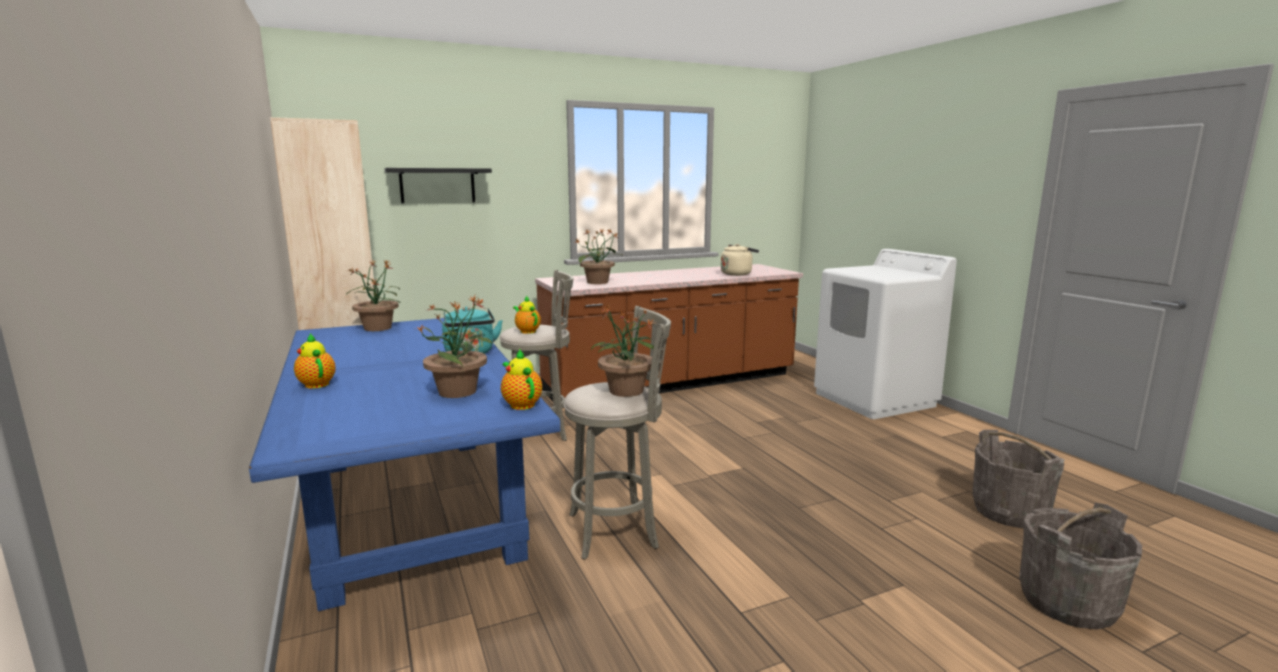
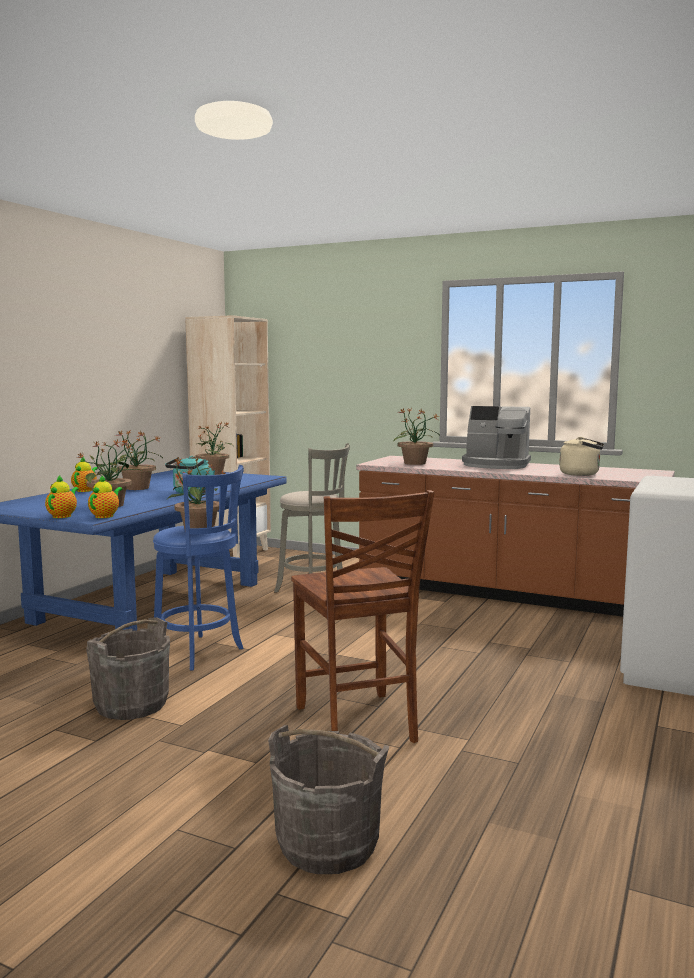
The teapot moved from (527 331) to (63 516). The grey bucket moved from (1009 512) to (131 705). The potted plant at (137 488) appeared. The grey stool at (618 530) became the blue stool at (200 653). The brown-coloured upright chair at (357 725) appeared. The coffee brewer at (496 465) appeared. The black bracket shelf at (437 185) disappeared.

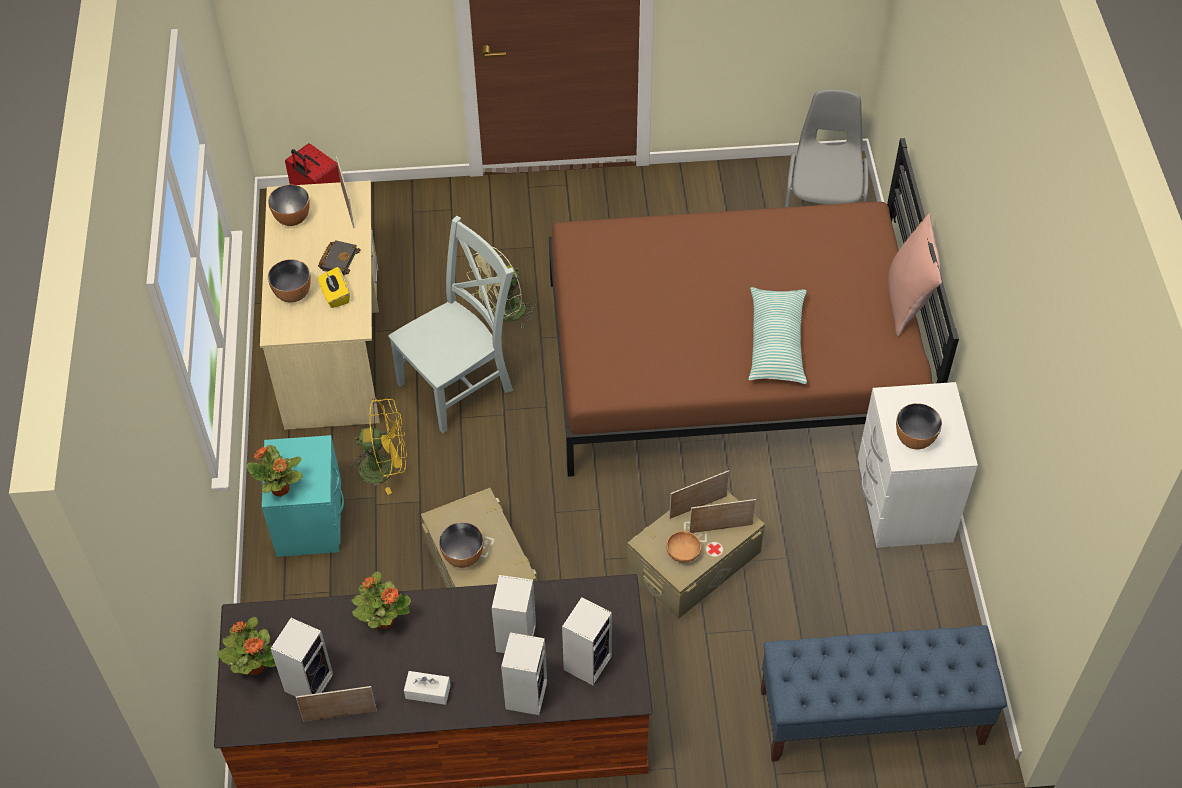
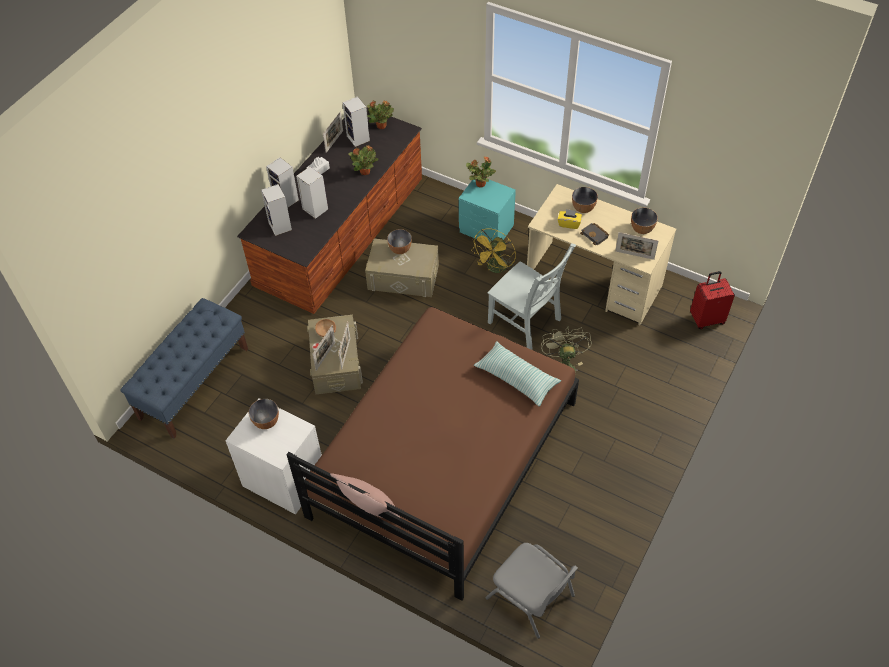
The pillow moved from (776 343) to (516 378). The grey upright chair at (459 384) turned 45 degrees counterclockwise.

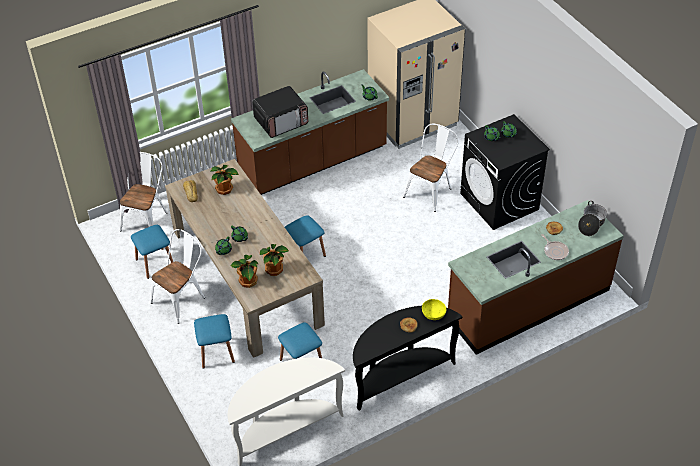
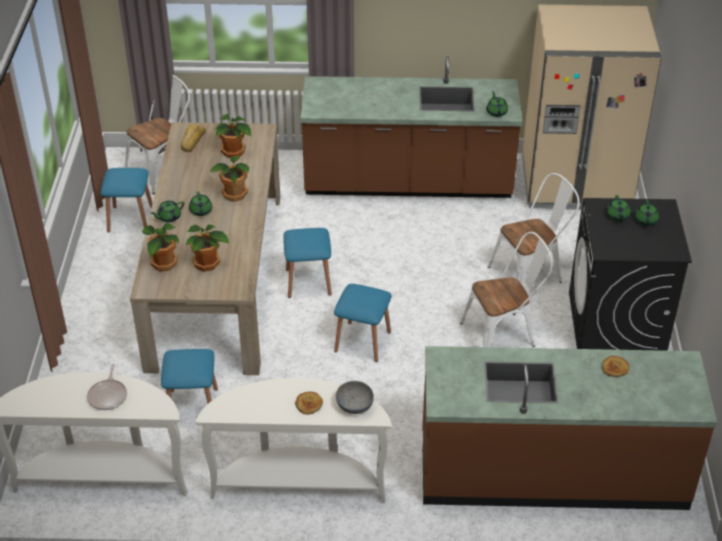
The pan moved from (555 251) to (108 395). The black narrow table at (399 376) became the white narrow table at (299 482). The potted plant at (234 194) appeared. The blue stool moved from (216 352) to (362 341). The yellow deep dish at (433 314) became the grey deep dish at (354 405). The white upright chair moved from (182 298) to (504 334). The kitchen microwave at (281 121) disappeared. The saucepot at (591 224) disappeared.

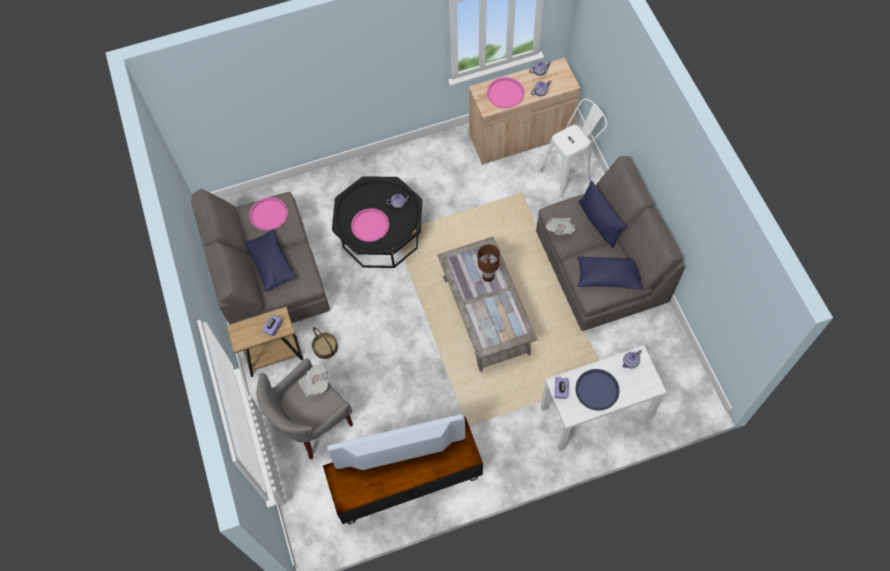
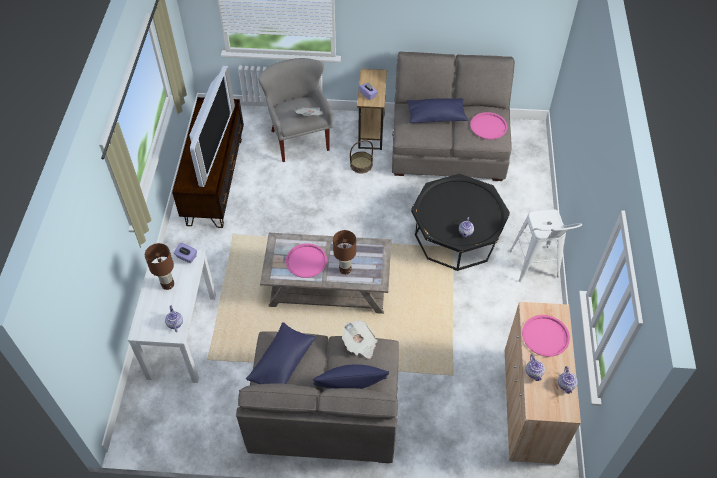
The blue carrying tray at (597 390) was replaced by the brown-coloured lamp for a table at (168 284). The pink-coloured carrying tray moved from (370 225) to (306 261). The white stool moved from (569 174) to (535 269).

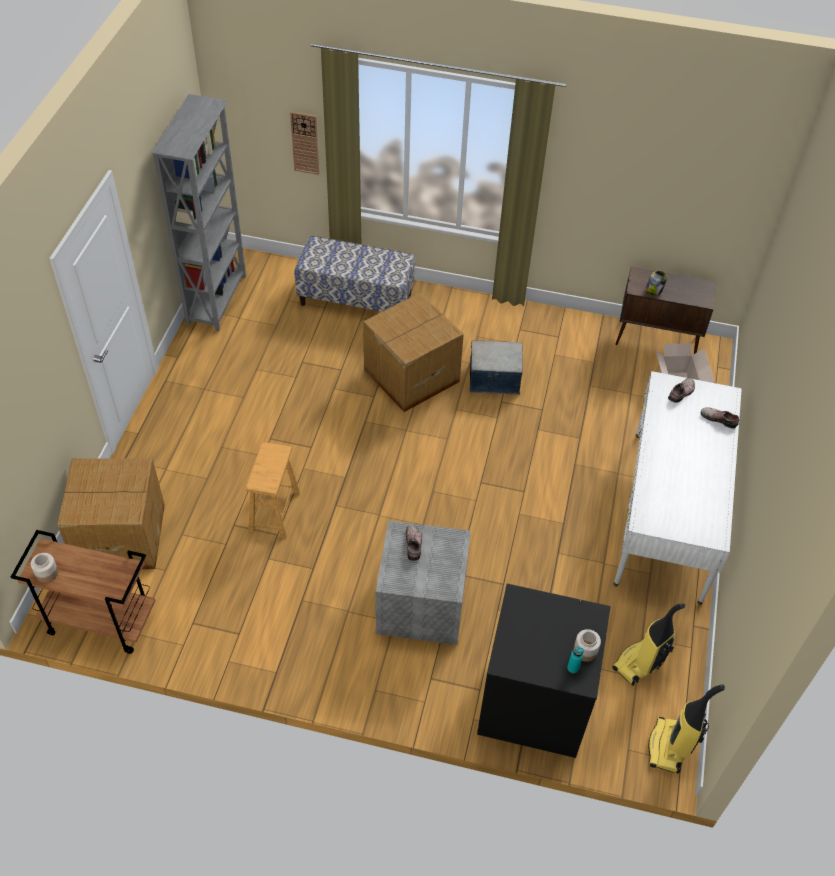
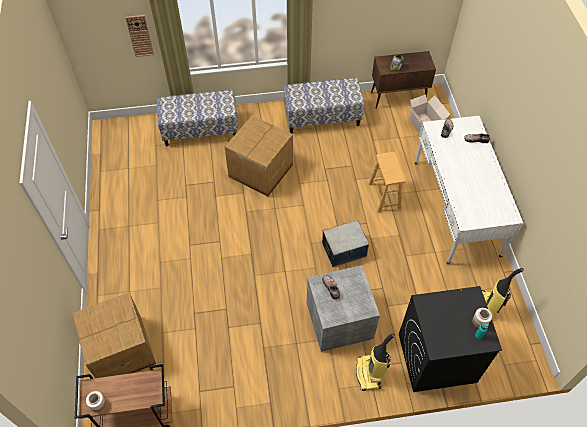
The indoor bench at (322 118) appeared. The storage bin moved from (494 379) to (344 250). The hoover moved from (669 747) to (369 373). The brown-coloured stool moved from (274 511) to (384 196). The grey bookcase at (218 299) disappeared.

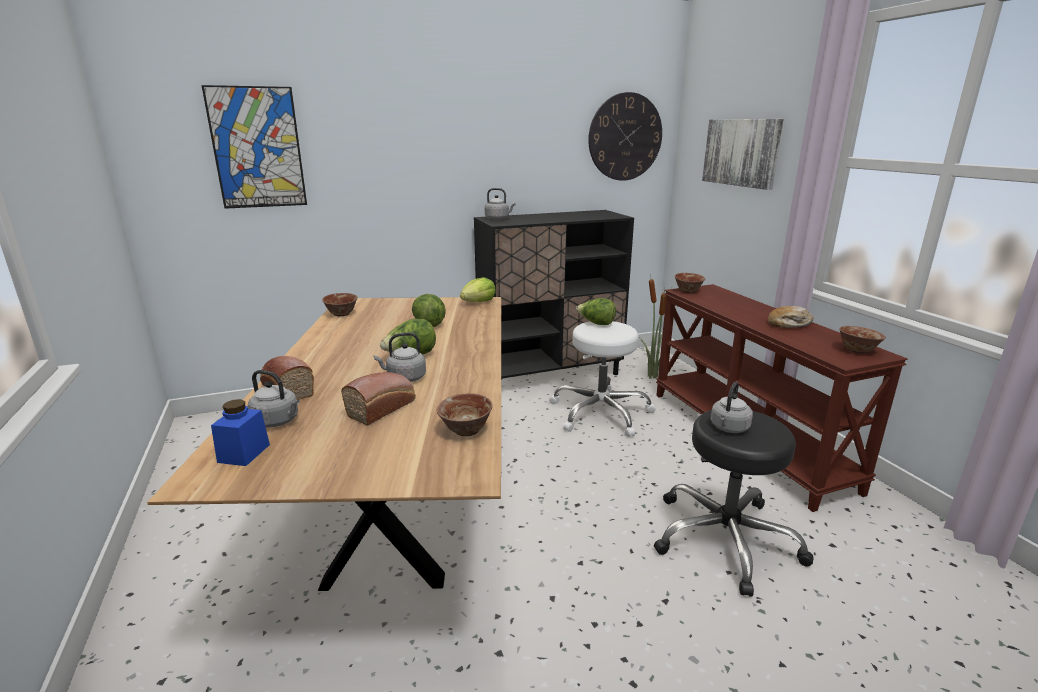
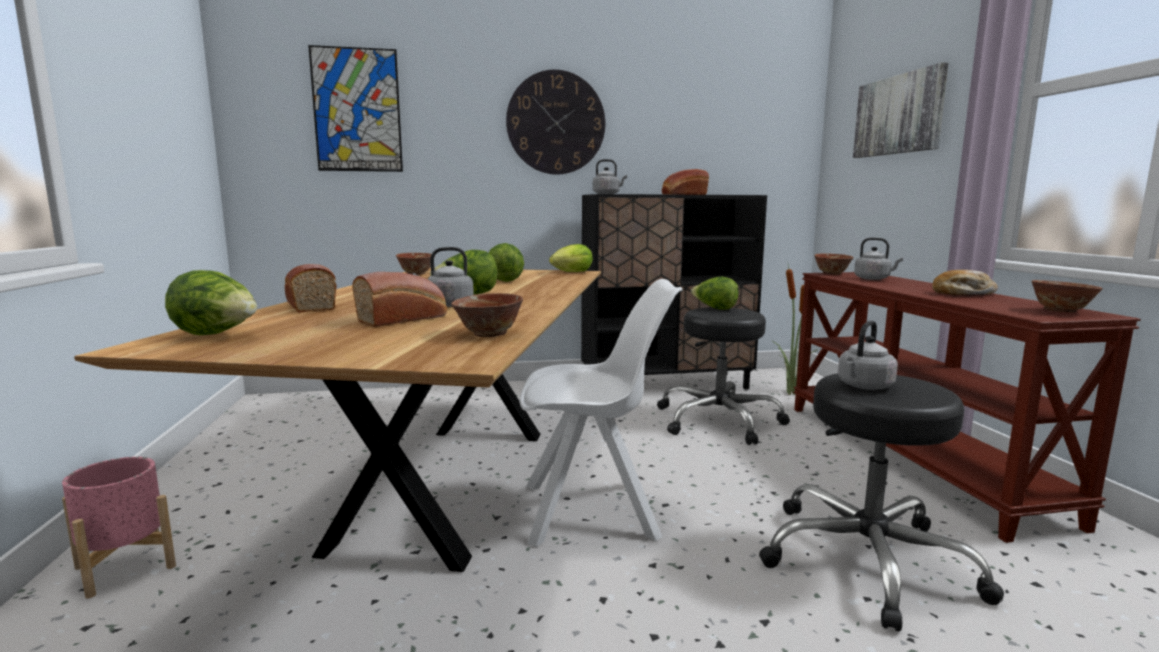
The pink-coloured planter at (125 566) appeared. The blue jar at (244 453) was replaced by the lettuce at (217 335). The wall clock moved from (625 137) to (556 123). The white upright chair at (594 511) appeared. The white stool at (601 413) became the black stool at (719 421). The baked bread at (683 194) appeared. The grey water kettle moved from (278 421) to (874 279).

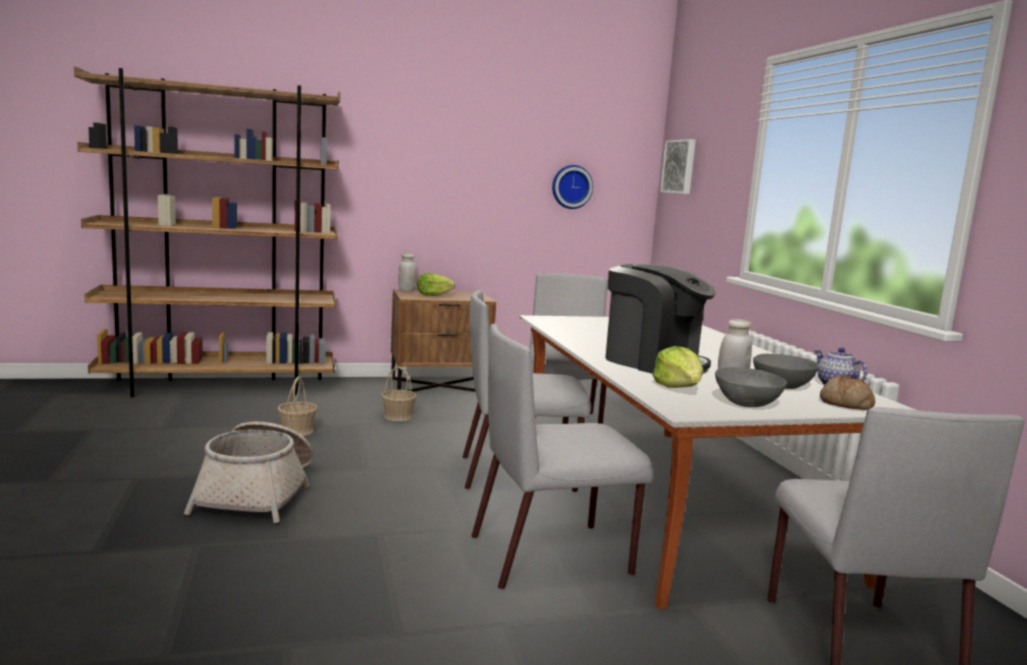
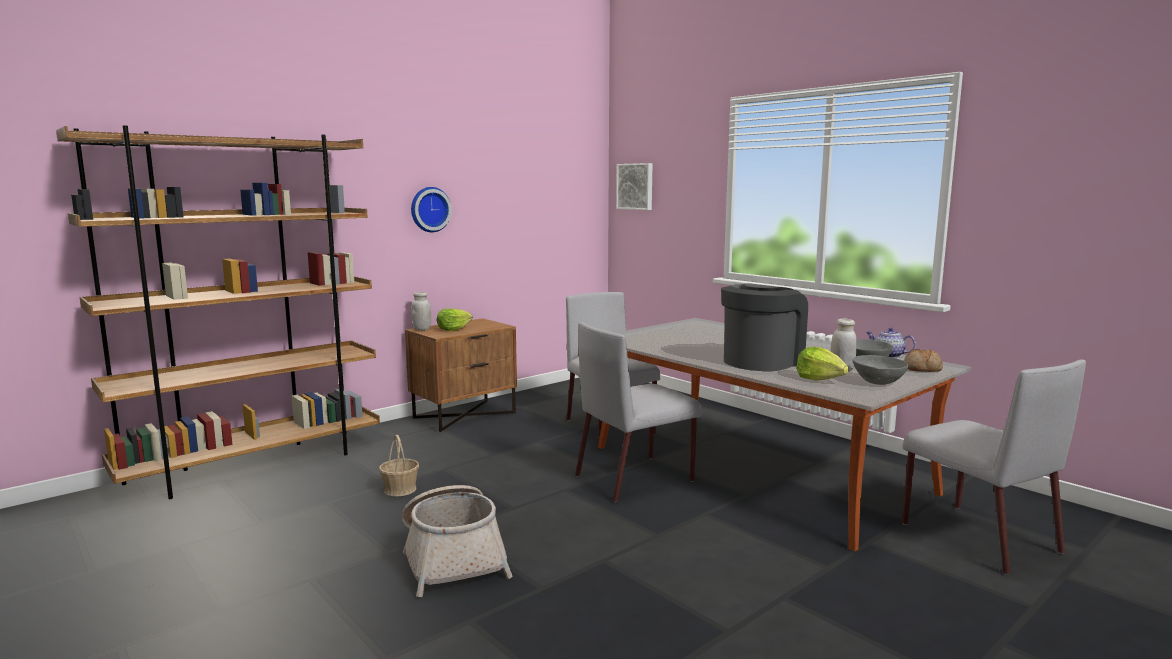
The wall clock moved from (571 187) to (429 209). The coffee brewer at (653 362) turned 60 degrees counterclockwise. The basket at (398 416) disappeared. The grey upright chair at (553 555) disappeared.

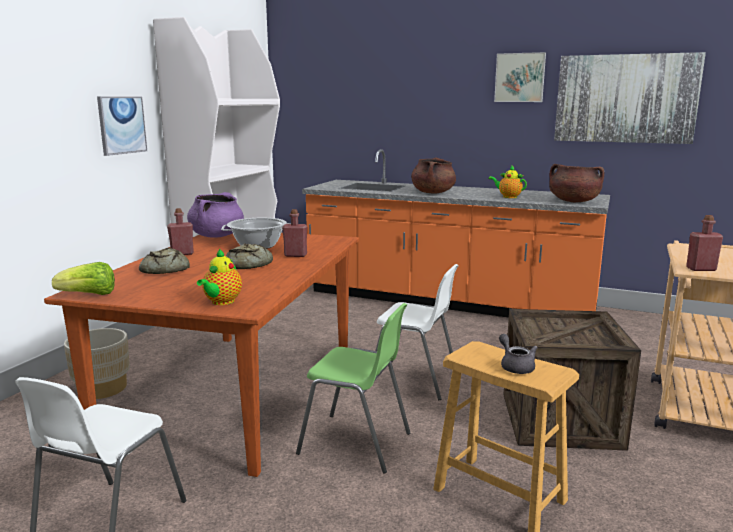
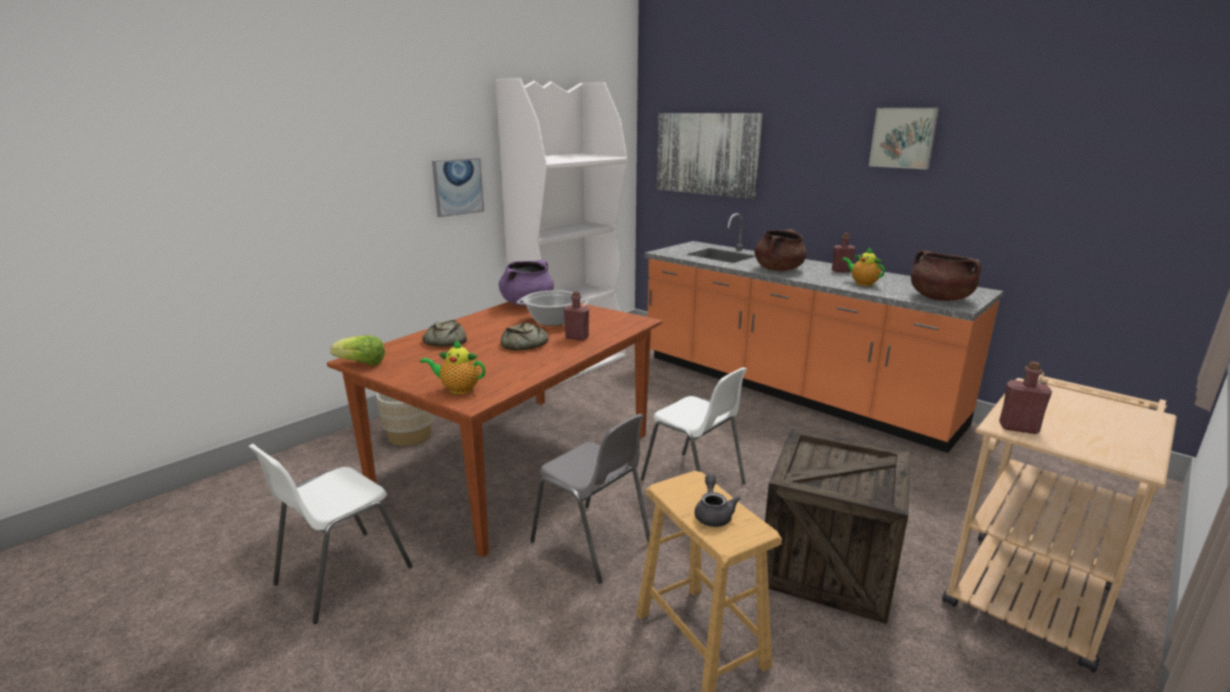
The teapot at (221 302) turned 60 degrees clockwise. The green-coloured upright chair at (356 443) became the grey upright chair at (592 543). The wall art moved from (625 99) to (706 154). The reddish beverage bottle moved from (182 254) to (841 271).

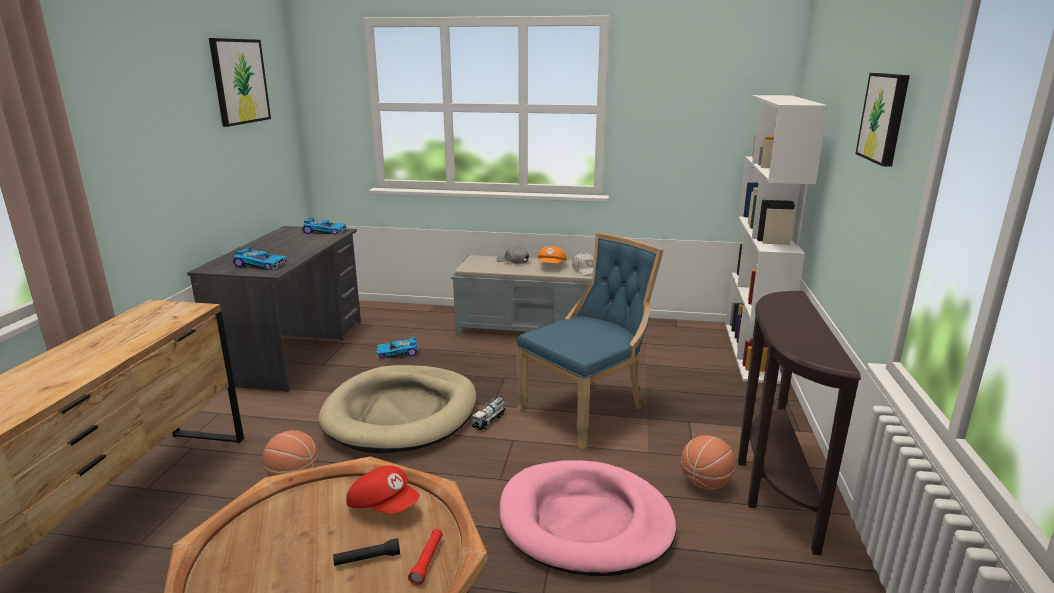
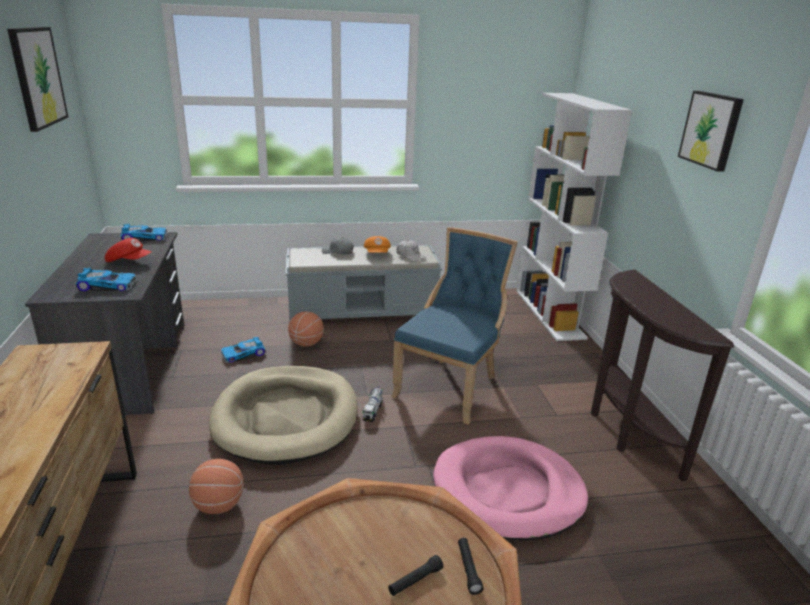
The reddish peaked cap moved from (384 505) to (129 262). The basketball moved from (705 483) to (306 343). The reddish hand torch at (427 561) became the black hand torch at (468 569).

